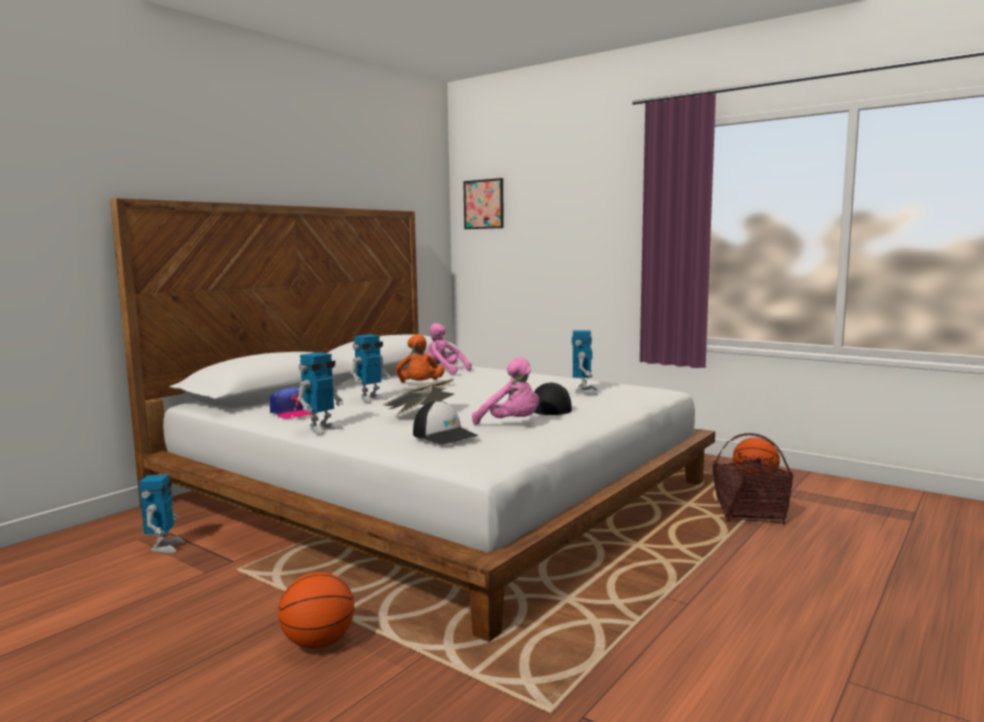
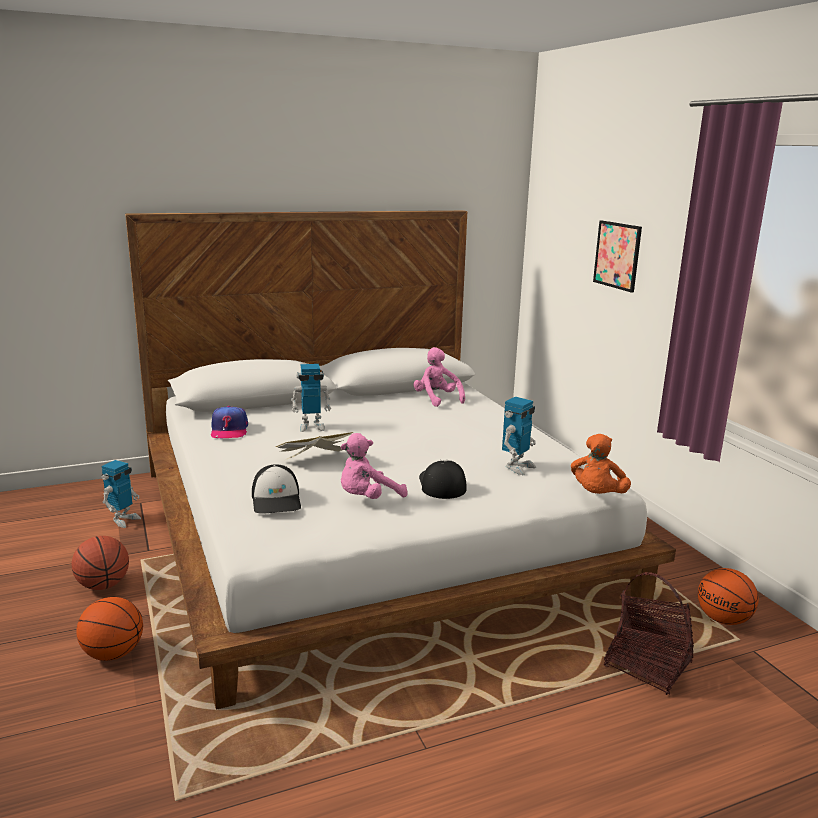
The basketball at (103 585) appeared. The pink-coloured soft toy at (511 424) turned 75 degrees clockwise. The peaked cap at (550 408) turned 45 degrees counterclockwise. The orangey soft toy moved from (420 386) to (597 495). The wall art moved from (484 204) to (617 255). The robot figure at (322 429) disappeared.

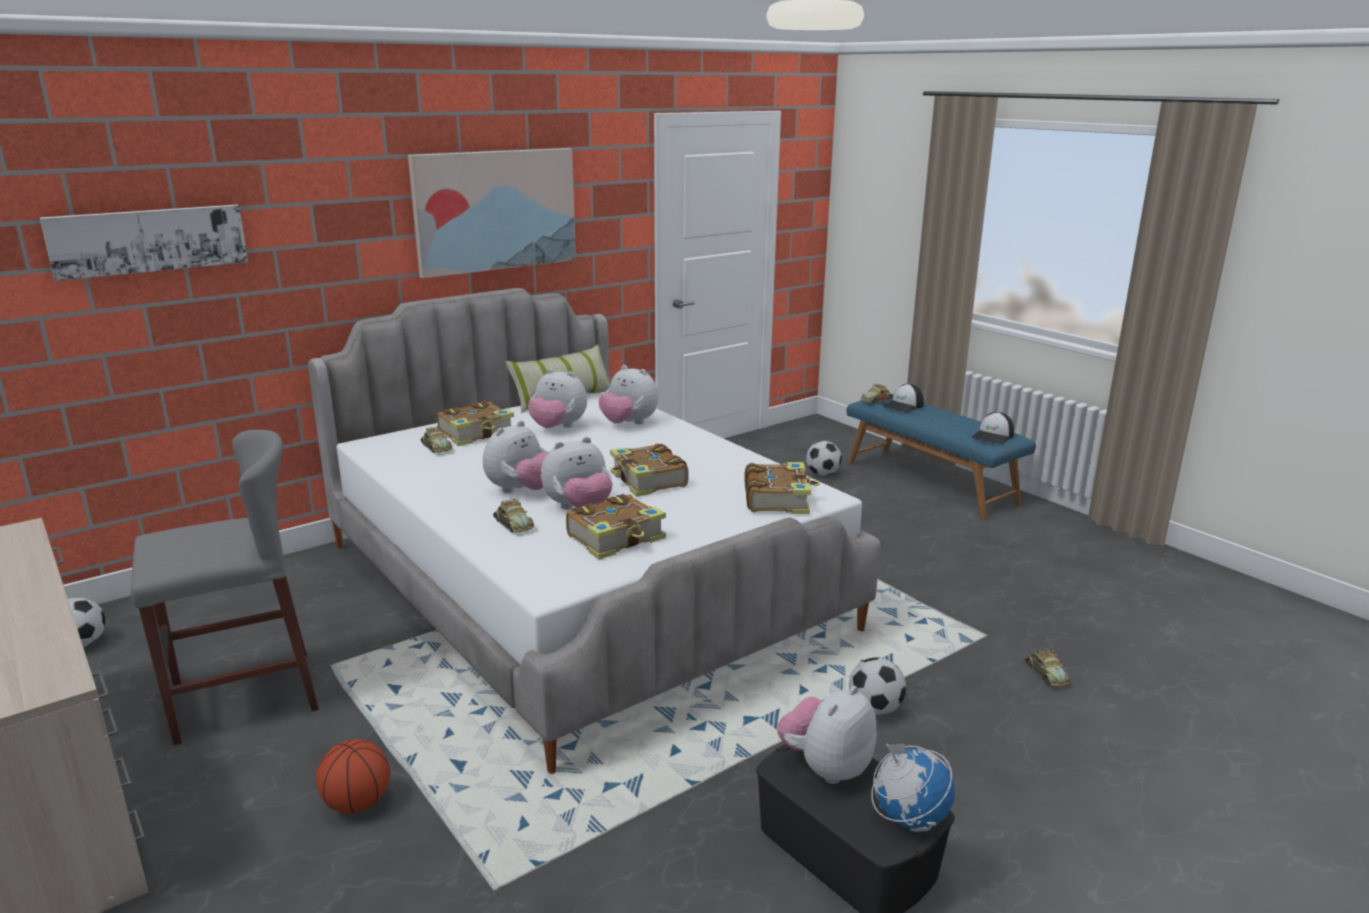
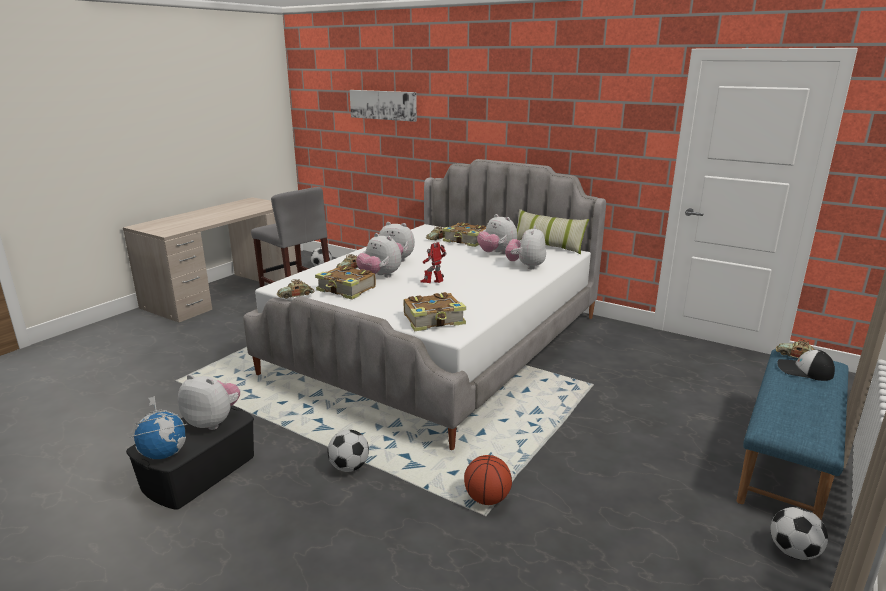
The model car moved from (1046 674) to (296 295). The bound book at (647 481) was replaced by the robot figure at (433 284). The basketball moved from (357 804) to (487 499). The soft toy at (558 427) turned 45 degrees counterclockwise. The football moved from (822 474) to (793 552). The wall art at (495 210) disappeared. The peaked cap at (993 436) disappeared.

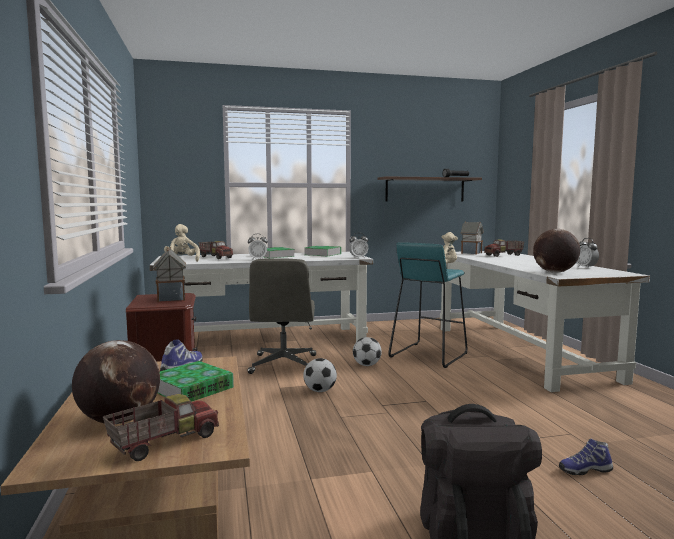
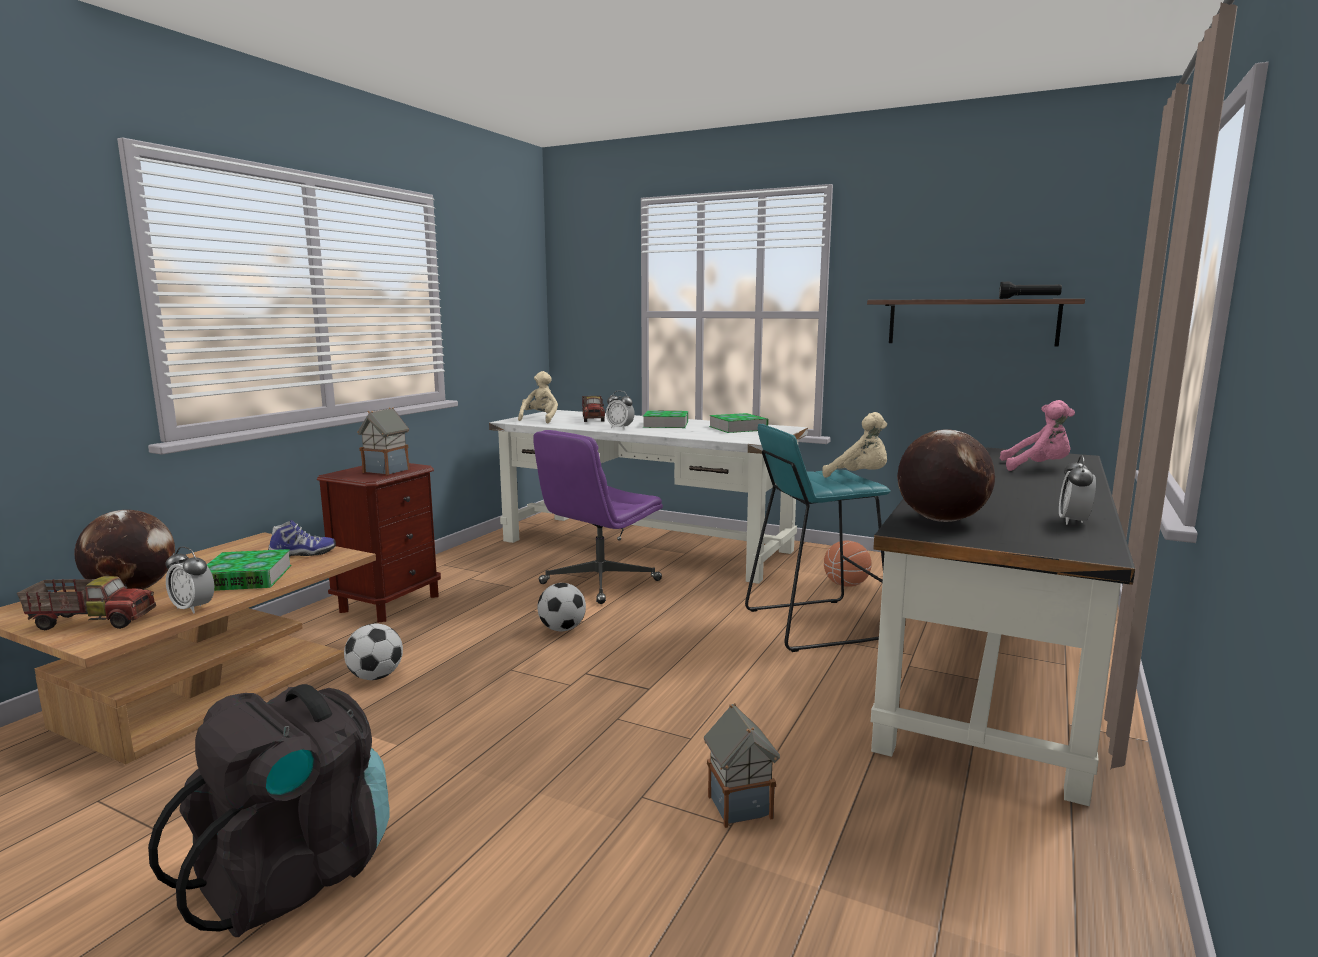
The alarm clock moved from (358 258) to (193 608). The football moved from (367 365) to (376 677). The grey computer chair at (283 364) became the purple computer chair at (599 582). The miniature house moved from (471 253) to (738 806). The basketball at (846 584) appeared. The white desk unit at (520 352) became the black desk unit at (993 667). The model truck at (504 255) was replaced by the pink-coloured soft toy at (1037 468). The shoe at (584 470) disappeared.

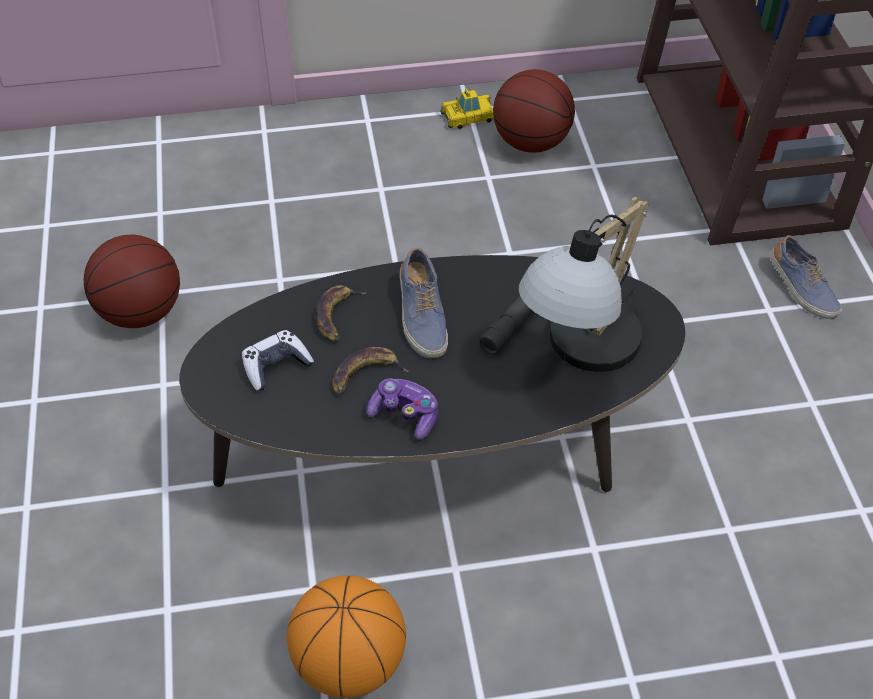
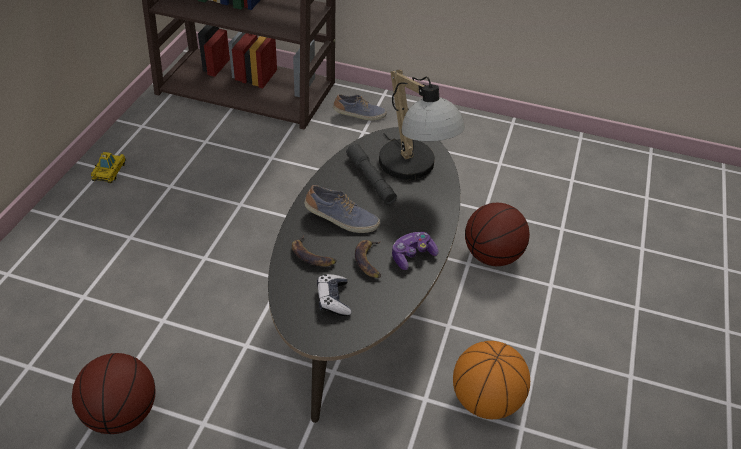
The basketball moved from (531 143) to (492 256).

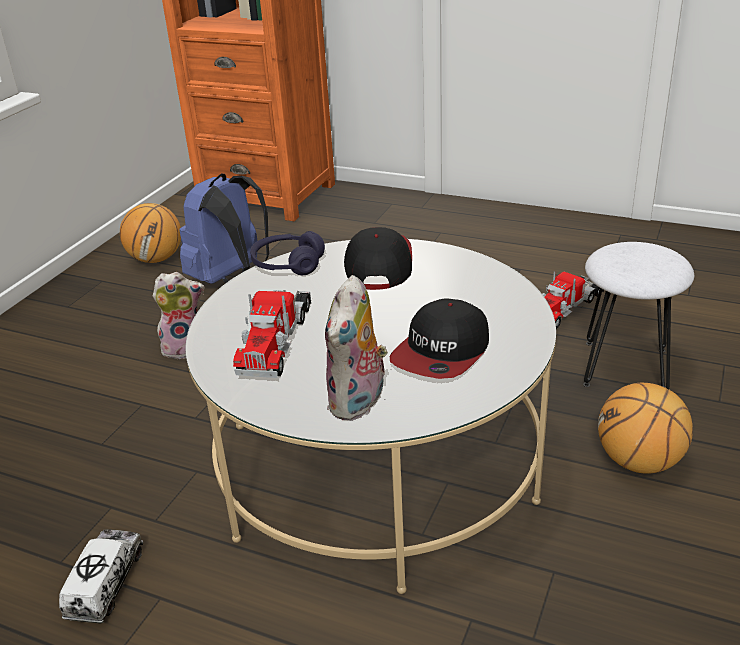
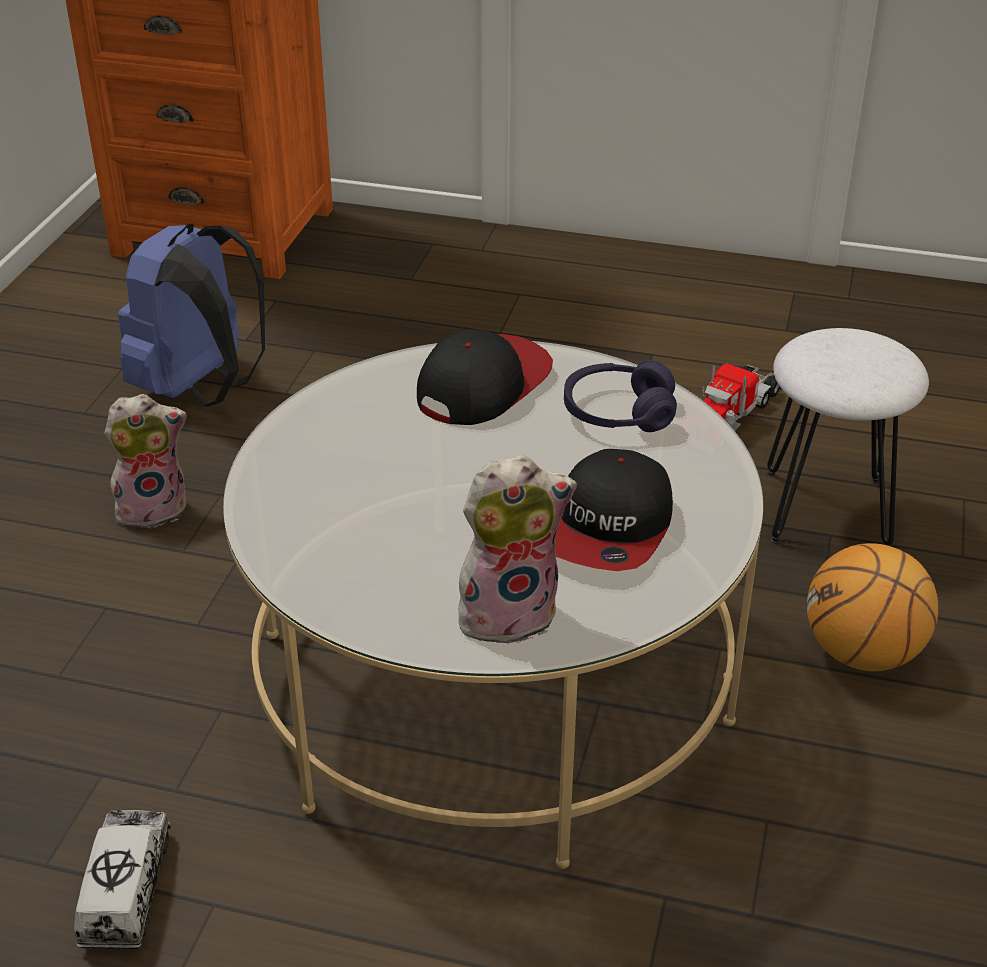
The peaked cap at (378 264) turned 45 degrees clockwise. The soft toy at (359 403) turned 120 degrees counterclockwise. The purple headset moved from (288 264) to (618 413). The basketball at (156 259) disappeared. The model truck at (276 340) disappeared.

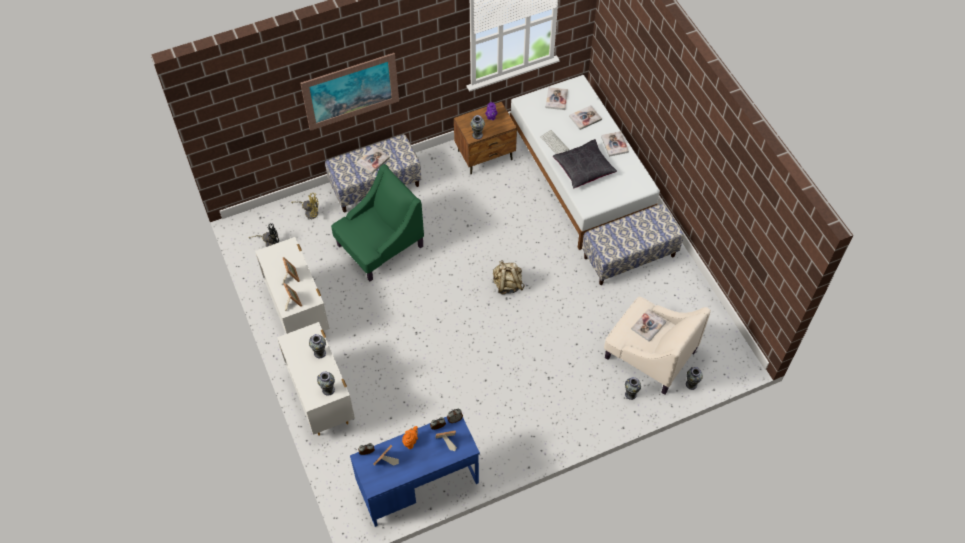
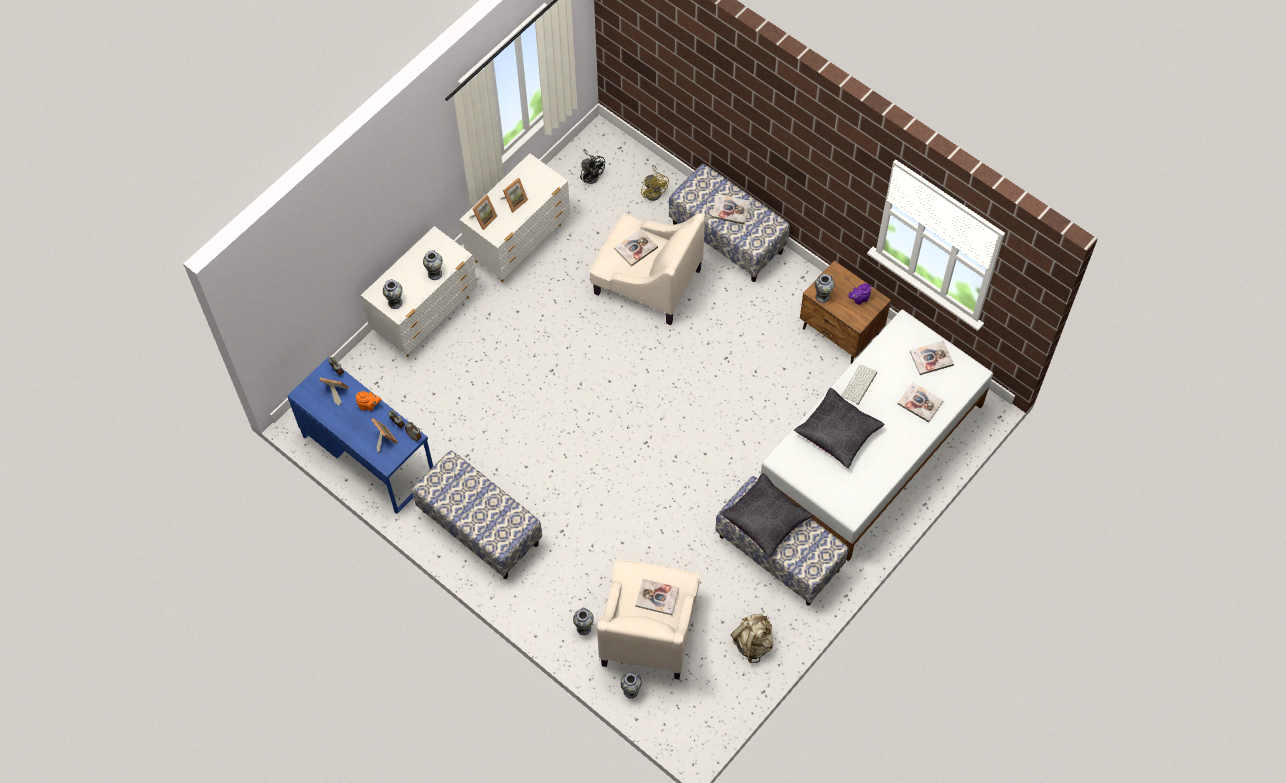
The indoor bench at (479 528) appeared. The green-coloured lounge chair at (379 246) became the sand-coloured lounge chair at (646 281). The bound book moved from (614 144) to (636 248). The black pillow at (765 519) appeared. The sand-coloured knapsack moved from (507 284) to (753 642). The wall art at (351 91) disappeared.

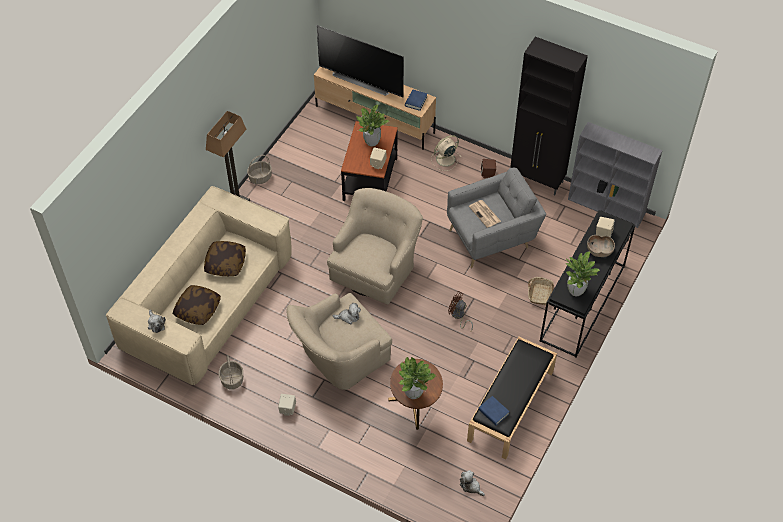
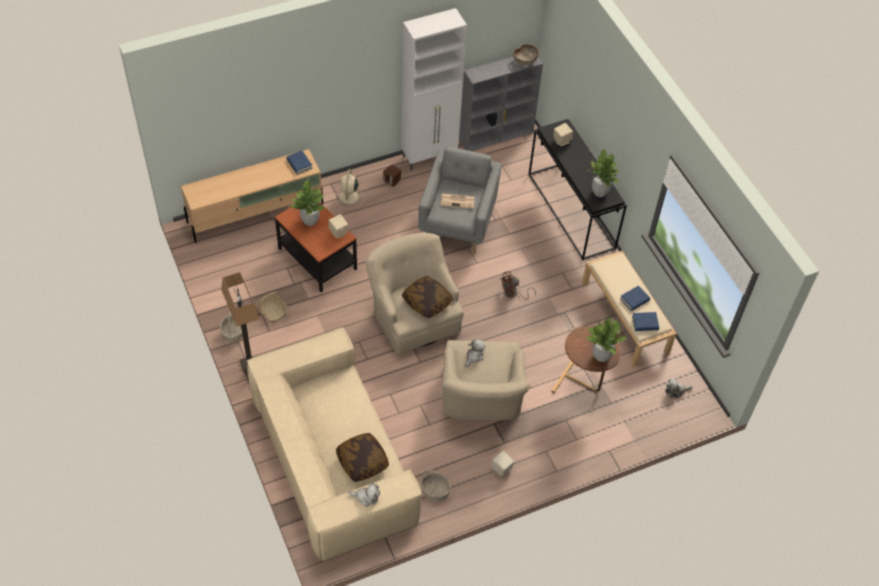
The basket moved from (540 294) to (272 311). The black storage cabinet at (537 180) became the white storage cabinet at (430 156). The pillow moved from (225 263) to (427 302). The brown-coloured deep dish moved from (599 251) to (525 61). The black indoor bench at (511 406) became the sand-coloured indoor bench at (625 318). The blue bound book at (634 300) appeared. The TV set at (362 80) disappeared.

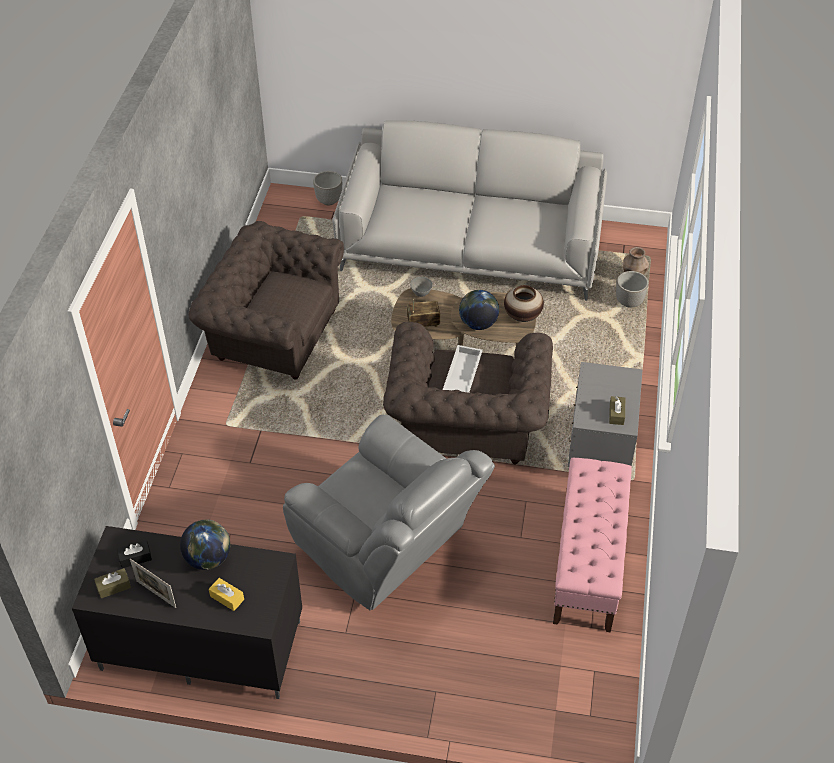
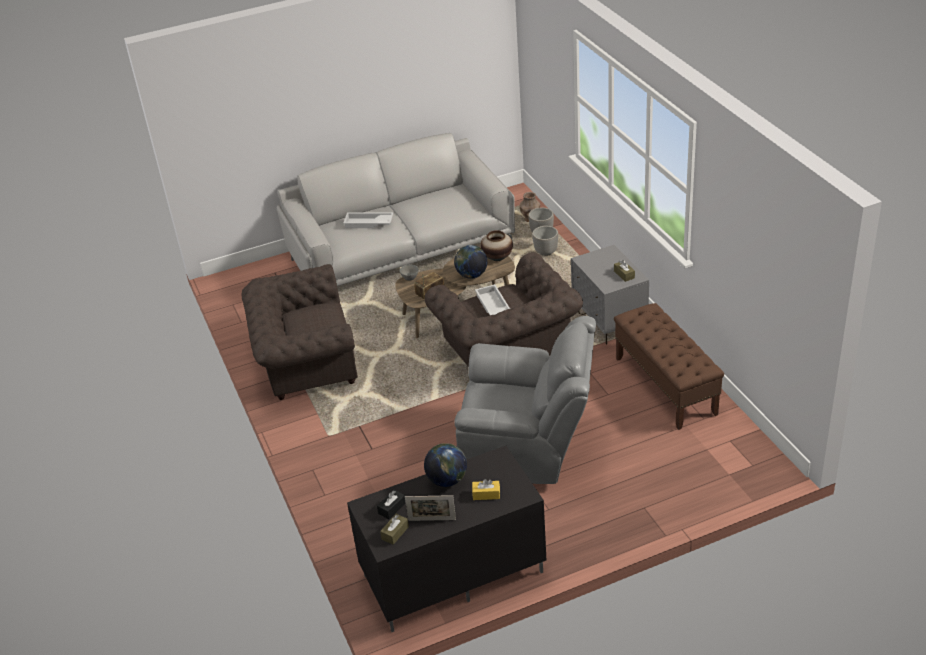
The white carrying tray at (368 223) appeared. The planter moved from (329 200) to (546 252). The pink-coloured indoor bench at (588 563) became the brown-coloured indoor bench at (665 386).

